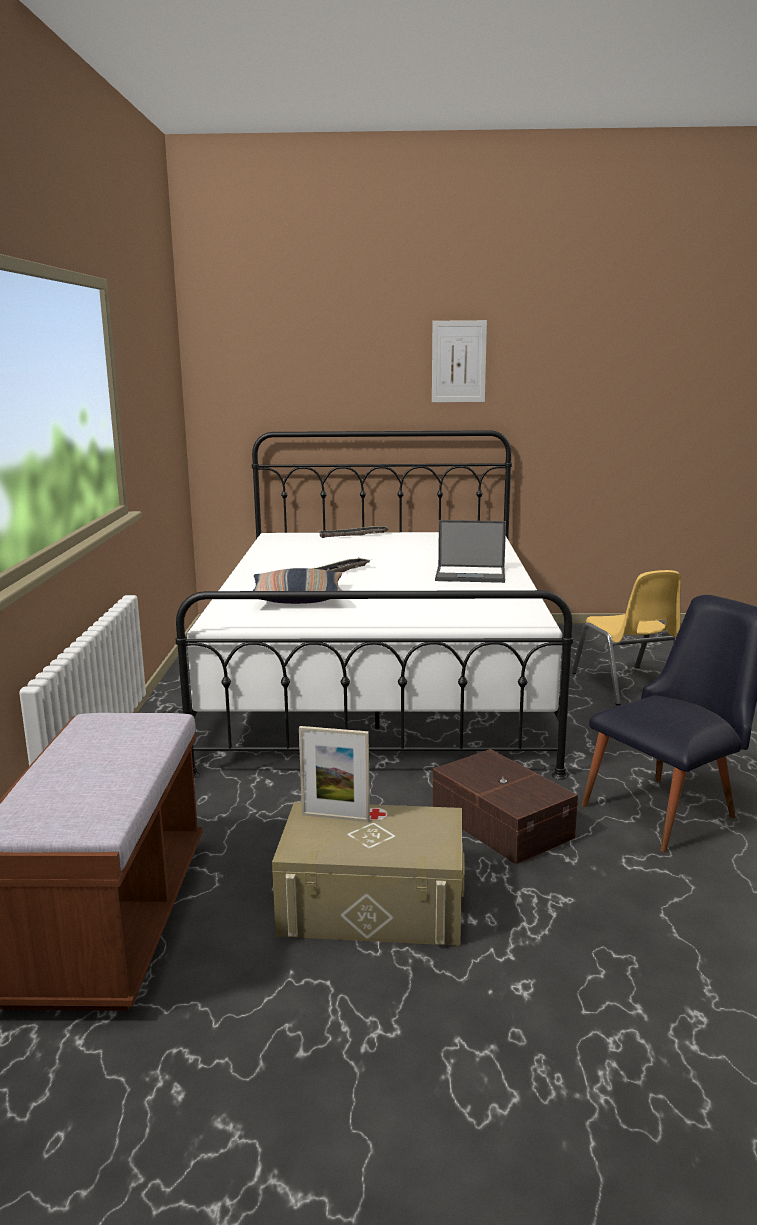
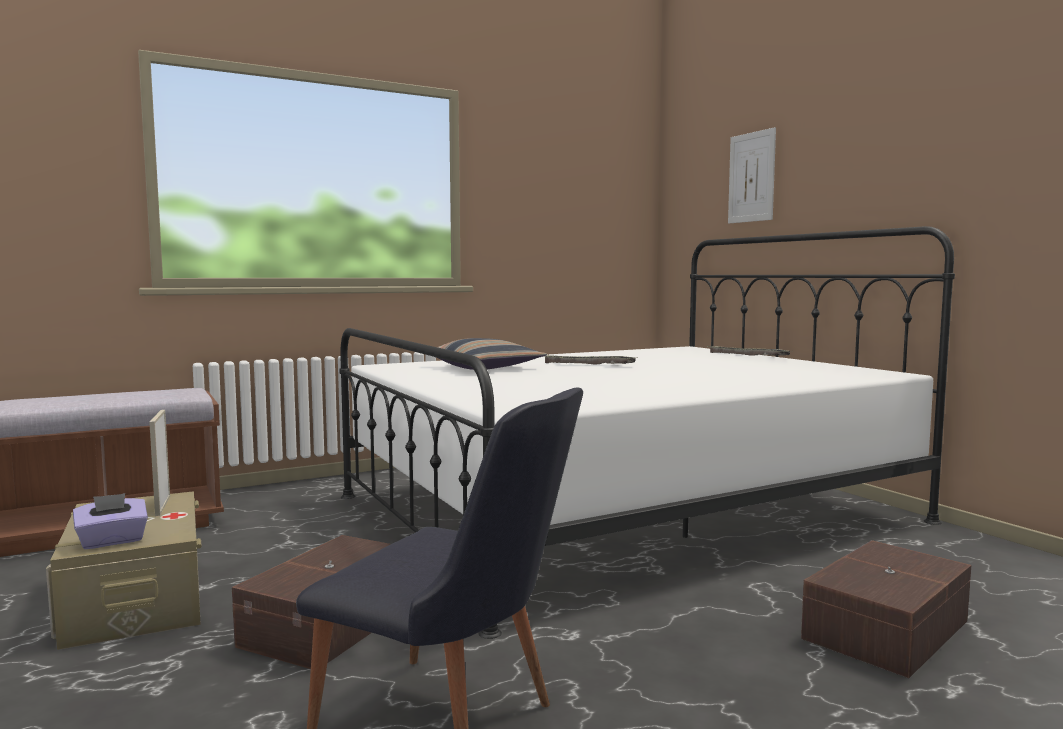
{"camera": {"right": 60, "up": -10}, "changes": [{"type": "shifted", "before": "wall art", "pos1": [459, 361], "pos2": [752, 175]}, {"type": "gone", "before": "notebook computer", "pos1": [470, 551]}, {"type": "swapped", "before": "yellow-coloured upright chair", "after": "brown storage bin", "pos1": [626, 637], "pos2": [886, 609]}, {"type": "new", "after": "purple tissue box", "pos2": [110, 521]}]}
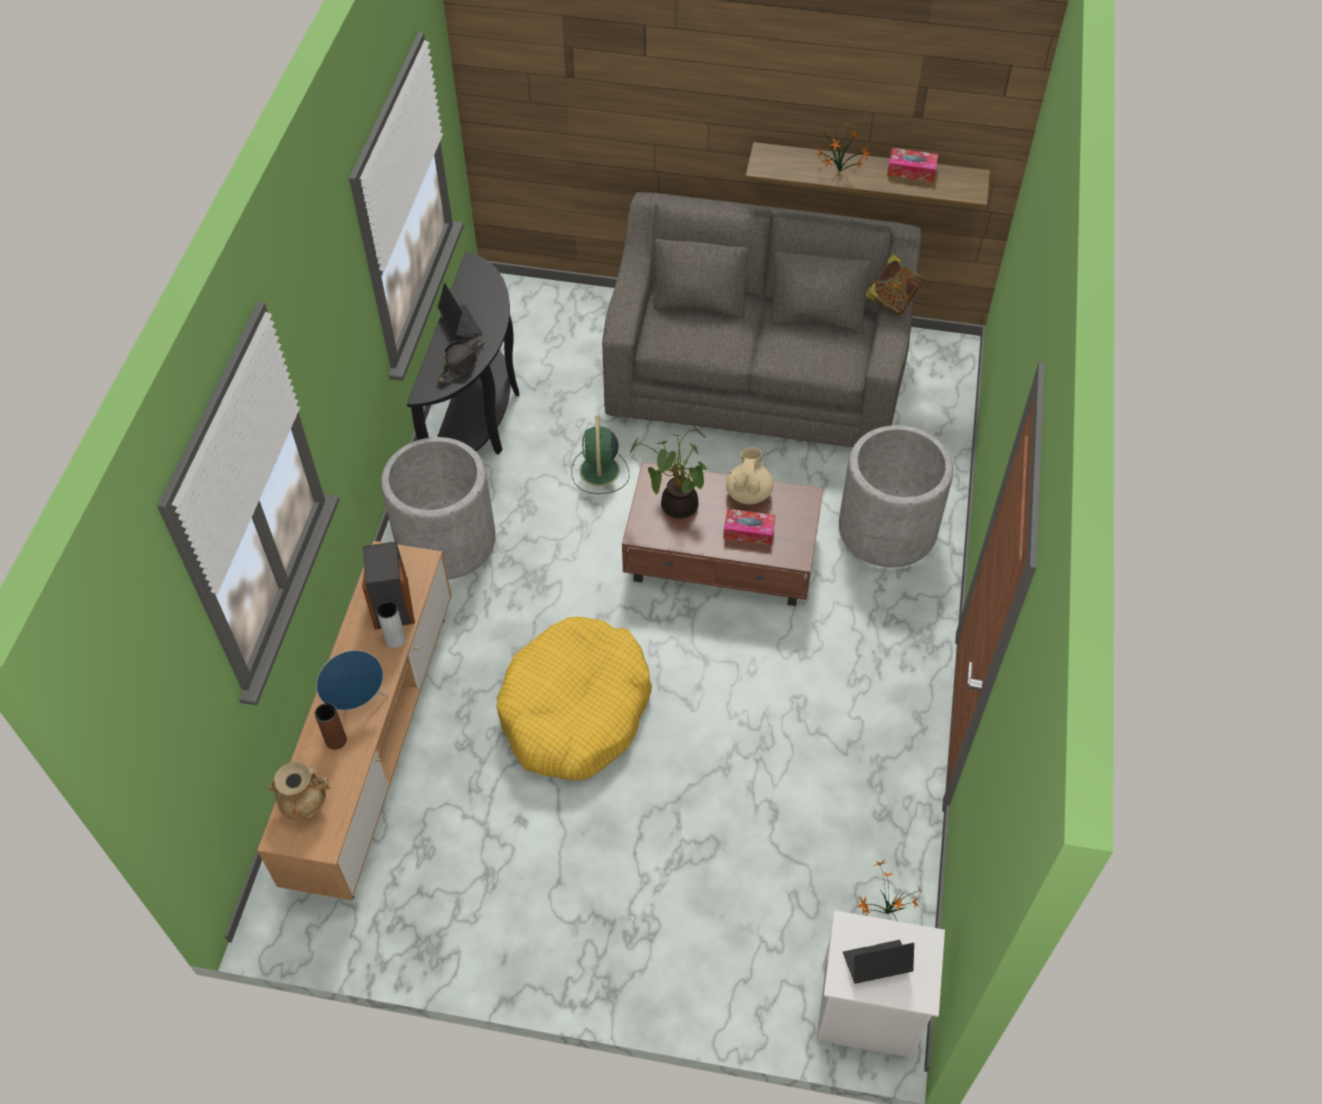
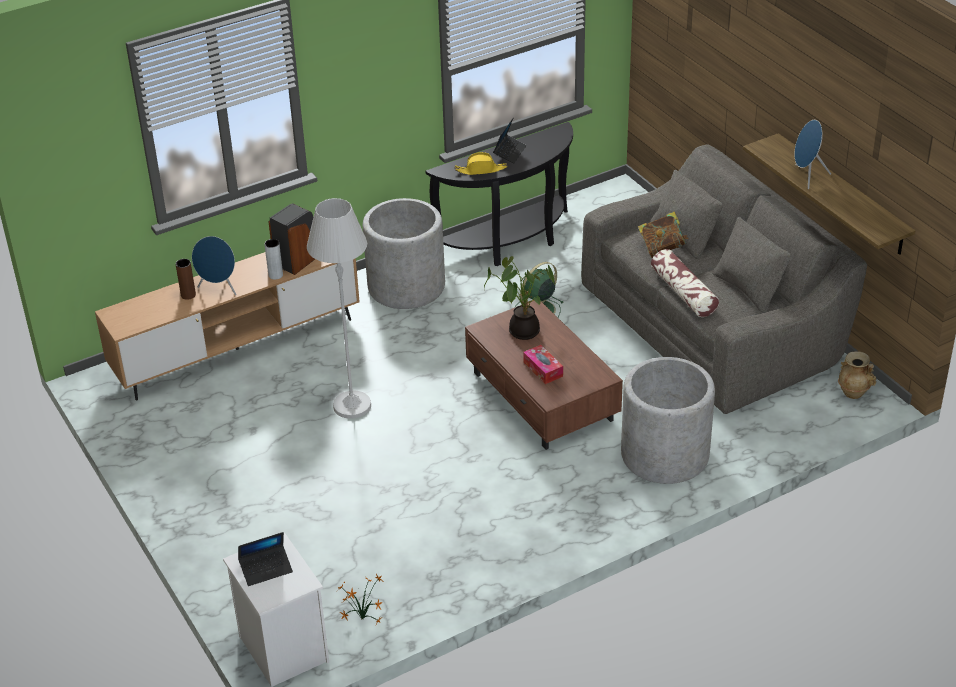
{"camera": {"right": 50, "up": -15}, "changes": [{"type": "swapped", "before": "potted plant", "after": "blue loudspeaker", "pos1": [843, 147], "pos2": [812, 154]}, {"type": "gone", "before": "tissue box", "pos1": [912, 165]}, {"type": "shifted", "before": "bound book", "pos1": [895, 284], "pos2": [663, 234]}, {"type": "repainted", "before": "black-coloured clothing hat", "after": "yellow-coloured clothing hat", "pos1": [460, 360], "pos2": [480, 163]}, {"type": "gone", "before": "sand-coloured teapot", "pos1": [749, 476]}, {"type": "swapped", "before": "yellow-coloured dog bed", "after": "white standard lamp", "pos1": [574, 698], "pos2": [339, 308]}, {"type": "shifted", "before": "sand-coloured decorative vase", "pos1": [299, 791], "pos2": [857, 375]}, {"type": "rotated", "before": "notebook computer", "pos1": [878, 962], "pos2": [265, 559], "turn": 120}, {"type": "new", "after": "throw pillow", "pos2": [685, 283]}]}
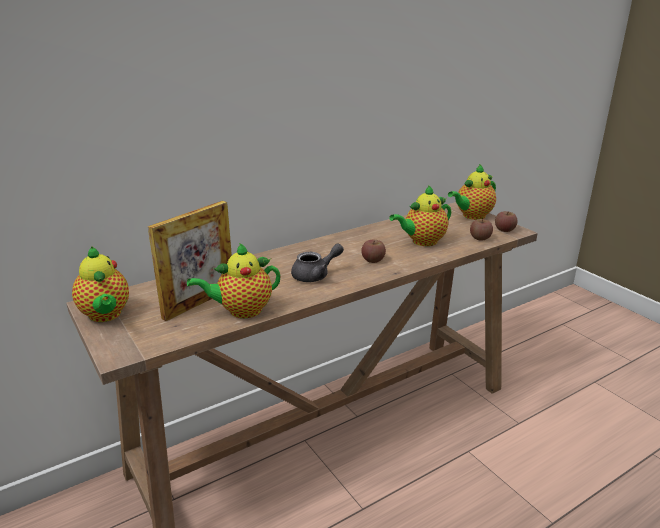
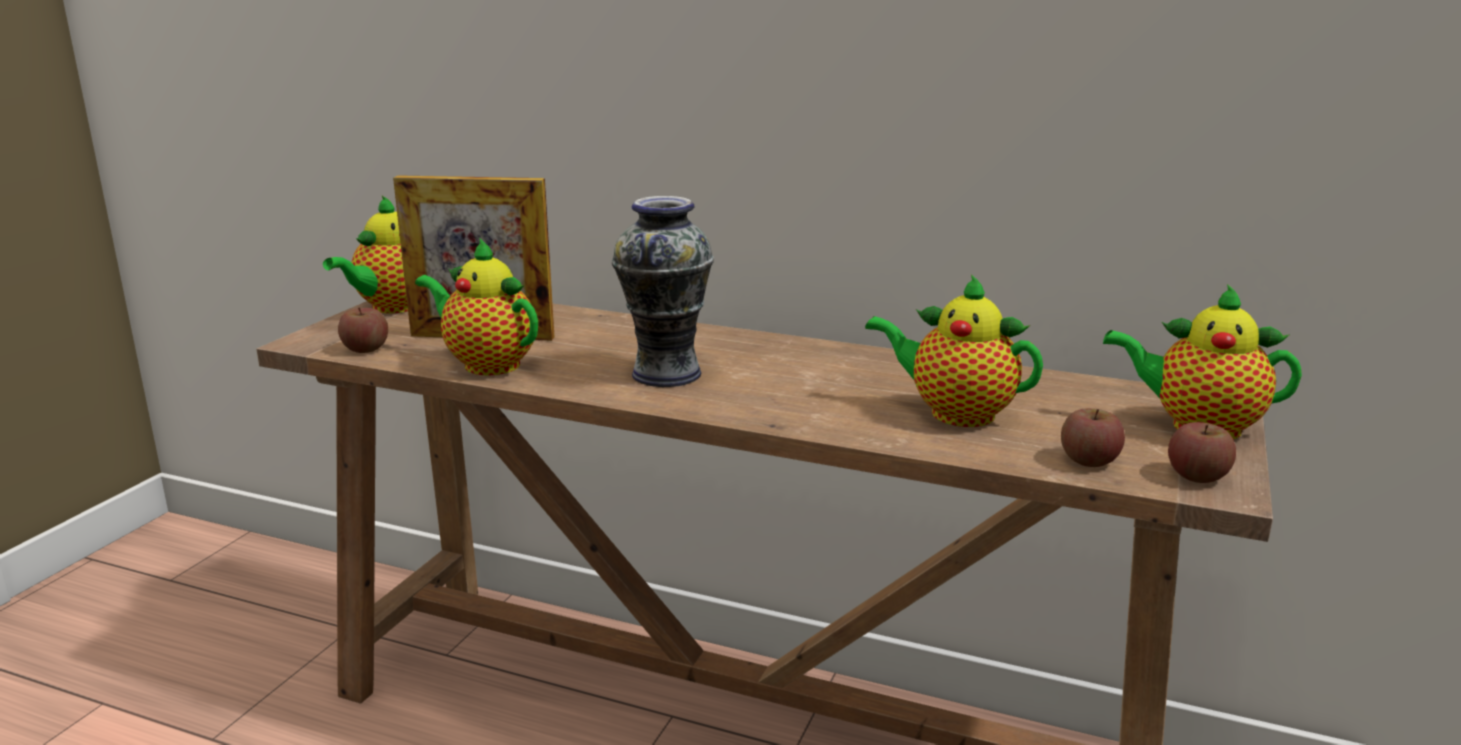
{"camera": {"right": 55, "up": -5}, "changes": [{"type": "shifted", "before": "apple", "pos1": [373, 251], "pos2": [363, 330]}, {"type": "swapped", "before": "grey teapot", "after": "decorative vase", "pos1": [317, 262], "pos2": [663, 291]}]}
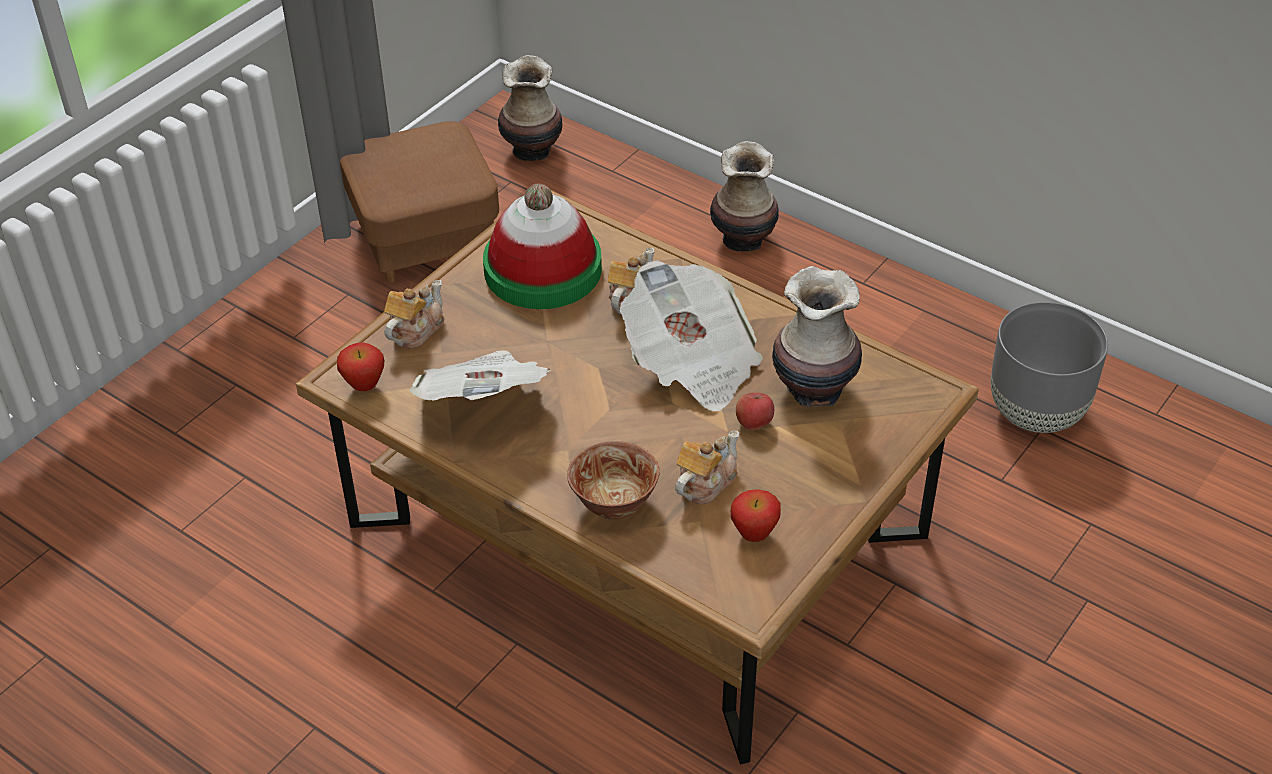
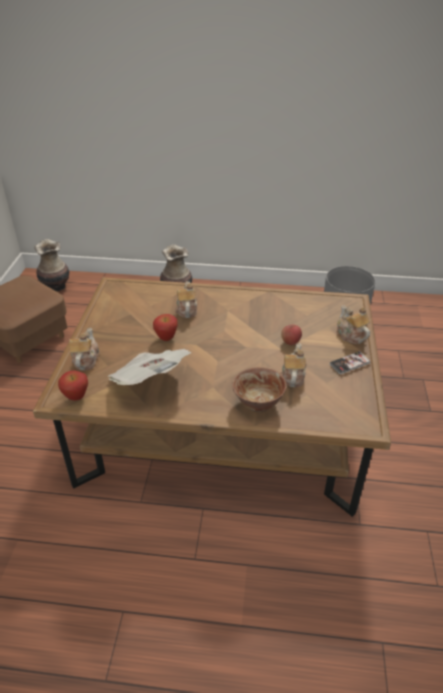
{"camera": {"right": -30, "up": -5}, "changes": [{"type": "gone", "before": "clothing hat", "pos1": [542, 246]}, {"type": "gone", "before": "printed paper", "pos1": [691, 335]}, {"type": "gone", "before": "decorative vase", "pos1": [817, 336]}, {"type": "shifted", "before": "apple", "pos1": [756, 515], "pos2": [165, 327]}, {"type": "new", "after": "teapot", "pos2": [353, 324]}, {"type": "new", "after": "telephone", "pos2": [349, 362]}]}
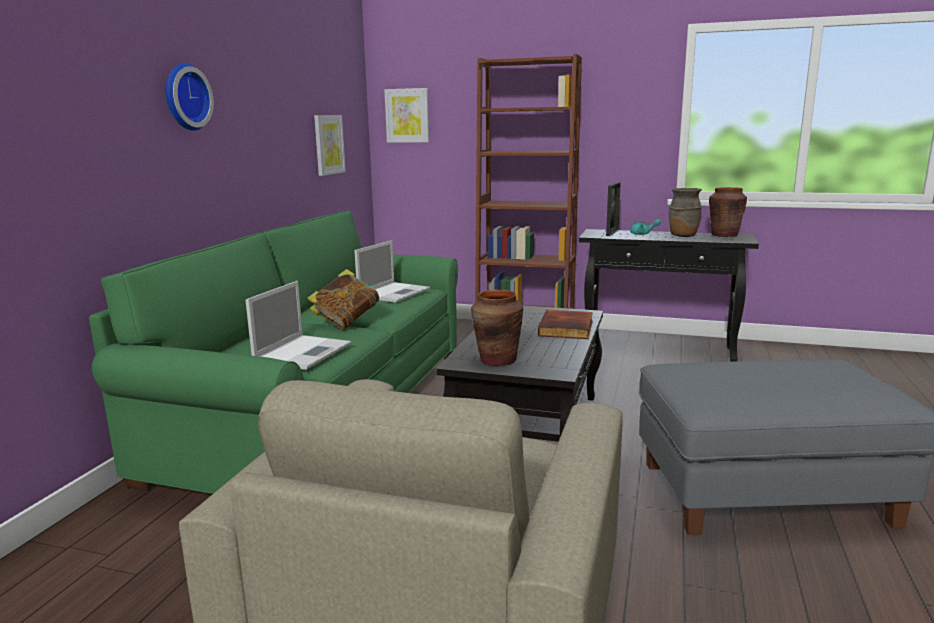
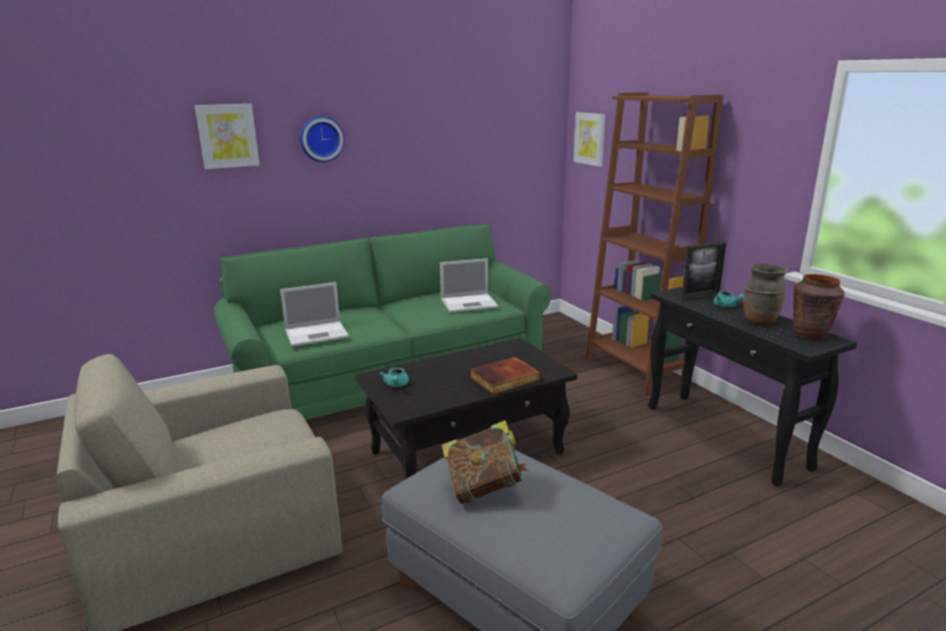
{"camera": {"right": 45, "up": 5}, "changes": [{"type": "shifted", "before": "wall art", "pos1": [330, 145], "pos2": [227, 136]}, {"type": "shifted", "before": "bound book", "pos1": [343, 299], "pos2": [485, 462]}, {"type": "swapped", "before": "brown decorative vase", "after": "turquoise teapot", "pos1": [497, 328], "pos2": [394, 377]}]}
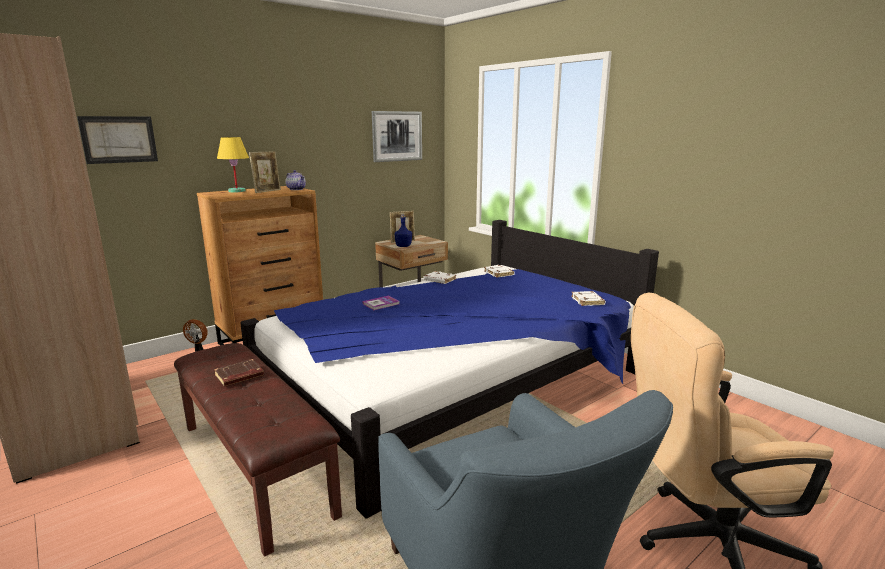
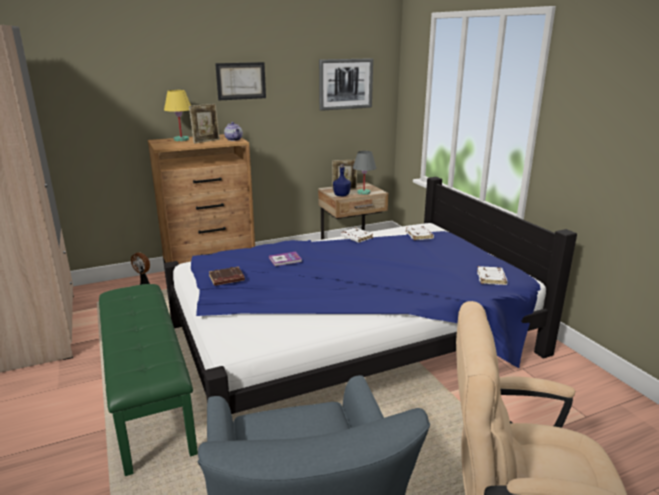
{"camera": {"right": 15, "up": 5}, "changes": [{"type": "shifted", "before": "wall art", "pos1": [117, 140], "pos2": [240, 81]}, {"type": "repainted", "before": "brown indoor bench", "after": "greenish indoor bench", "pos1": [258, 450], "pos2": [148, 380]}, {"type": "shifted", "before": "brown bound book", "pos1": [239, 373], "pos2": [227, 276]}, {"type": "new", "after": "grey table lamp", "pos2": [364, 173]}]}
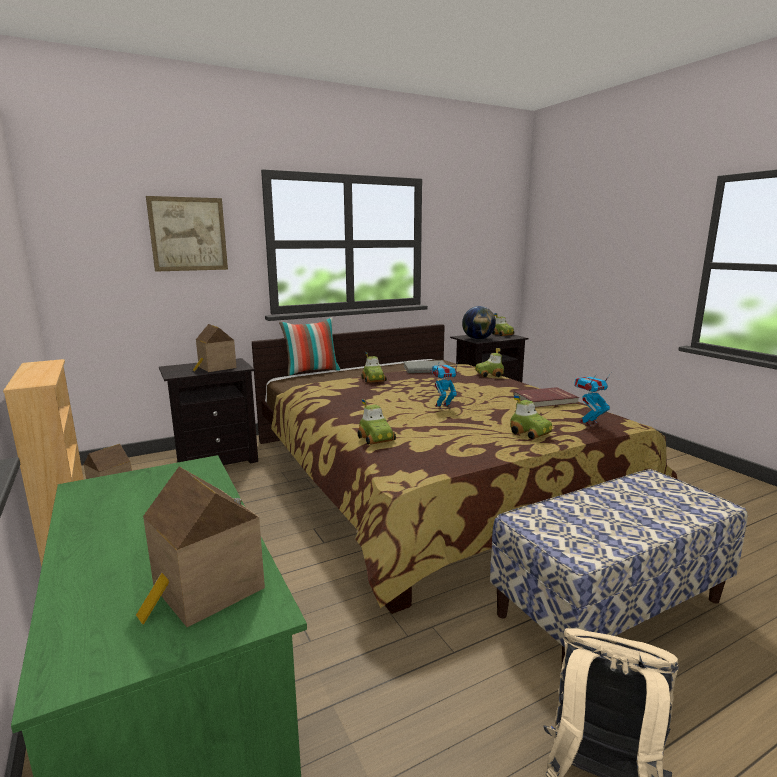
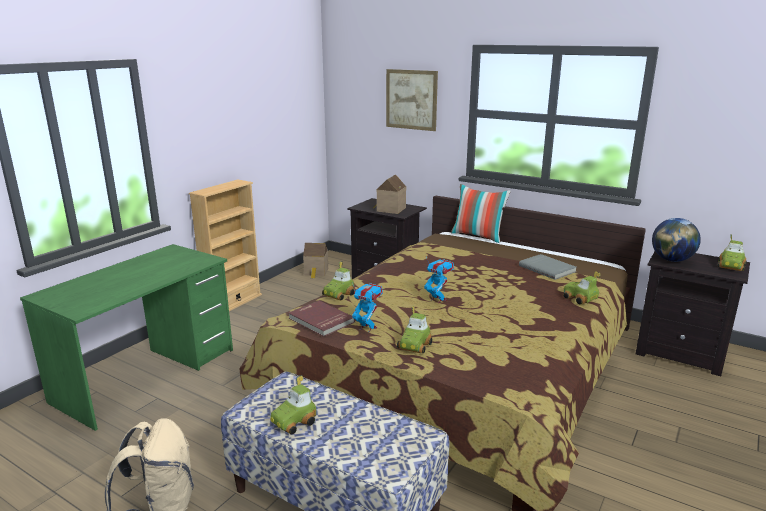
{"camera": {"right": 60, "up": 5}, "changes": [{"type": "shifted", "before": "miniature car", "pos1": [374, 367], "pos2": [293, 405]}, {"type": "shifted", "before": "model robot", "pos1": [593, 399], "pos2": [367, 308]}, {"type": "shifted", "before": "red-coloured bound book", "pos1": [546, 397], "pos2": [322, 319]}, {"type": "gone", "before": "model house", "pos1": [200, 547]}]}
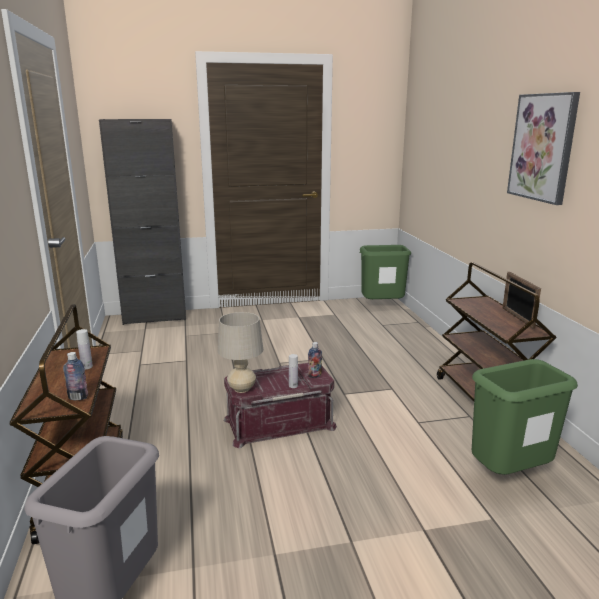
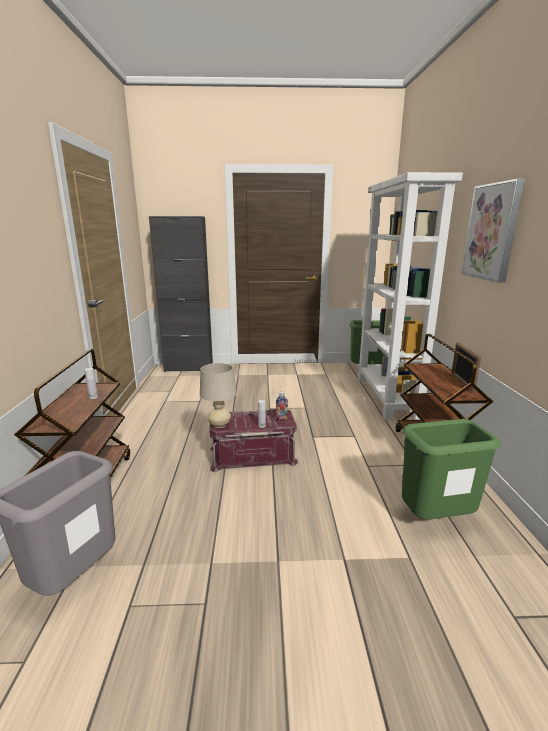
{"camera": {"right": 10, "up": 0}, "changes": [{"type": "gone", "before": "beverage bottle", "pos1": [75, 376]}, {"type": "new", "after": "white shelving unit", "pos2": [410, 296]}]}
